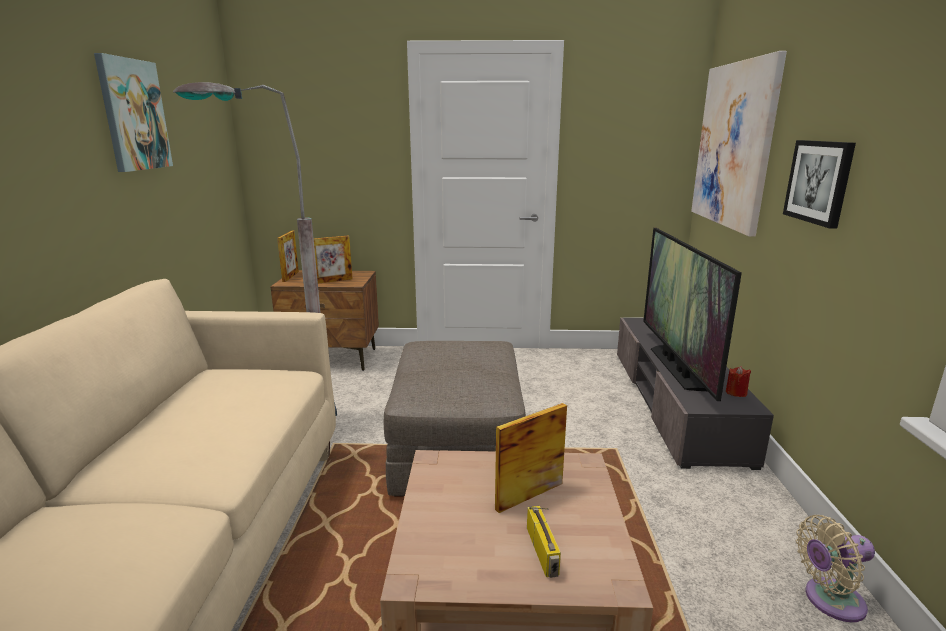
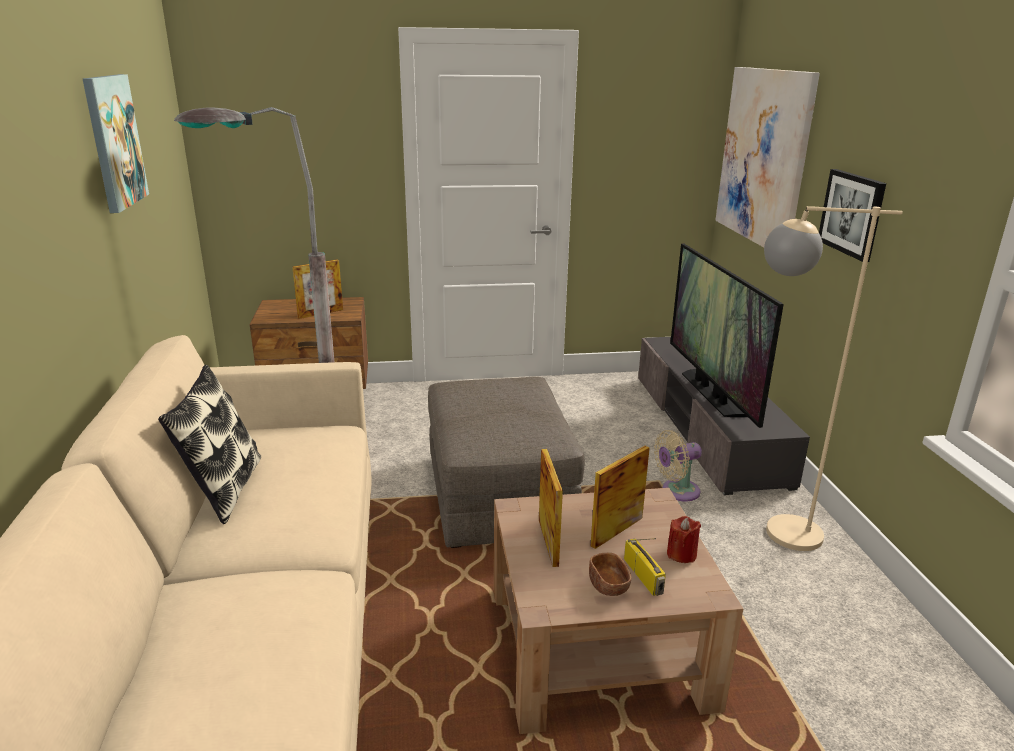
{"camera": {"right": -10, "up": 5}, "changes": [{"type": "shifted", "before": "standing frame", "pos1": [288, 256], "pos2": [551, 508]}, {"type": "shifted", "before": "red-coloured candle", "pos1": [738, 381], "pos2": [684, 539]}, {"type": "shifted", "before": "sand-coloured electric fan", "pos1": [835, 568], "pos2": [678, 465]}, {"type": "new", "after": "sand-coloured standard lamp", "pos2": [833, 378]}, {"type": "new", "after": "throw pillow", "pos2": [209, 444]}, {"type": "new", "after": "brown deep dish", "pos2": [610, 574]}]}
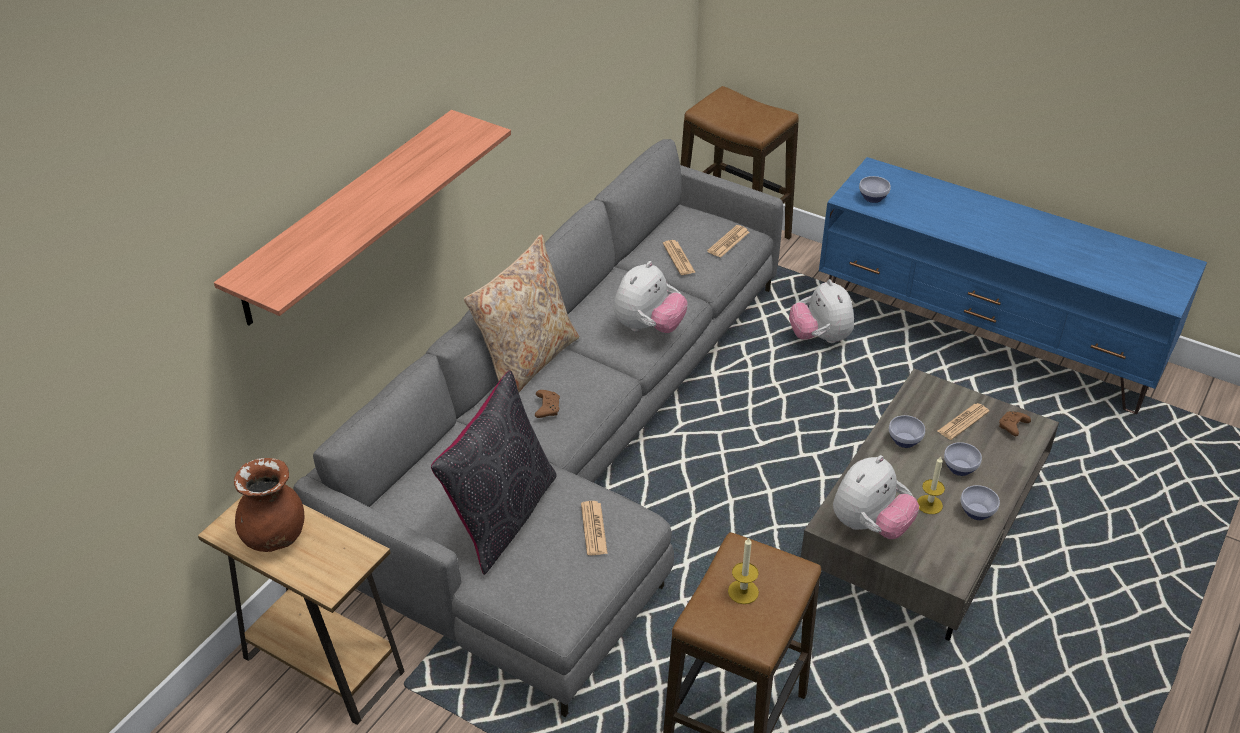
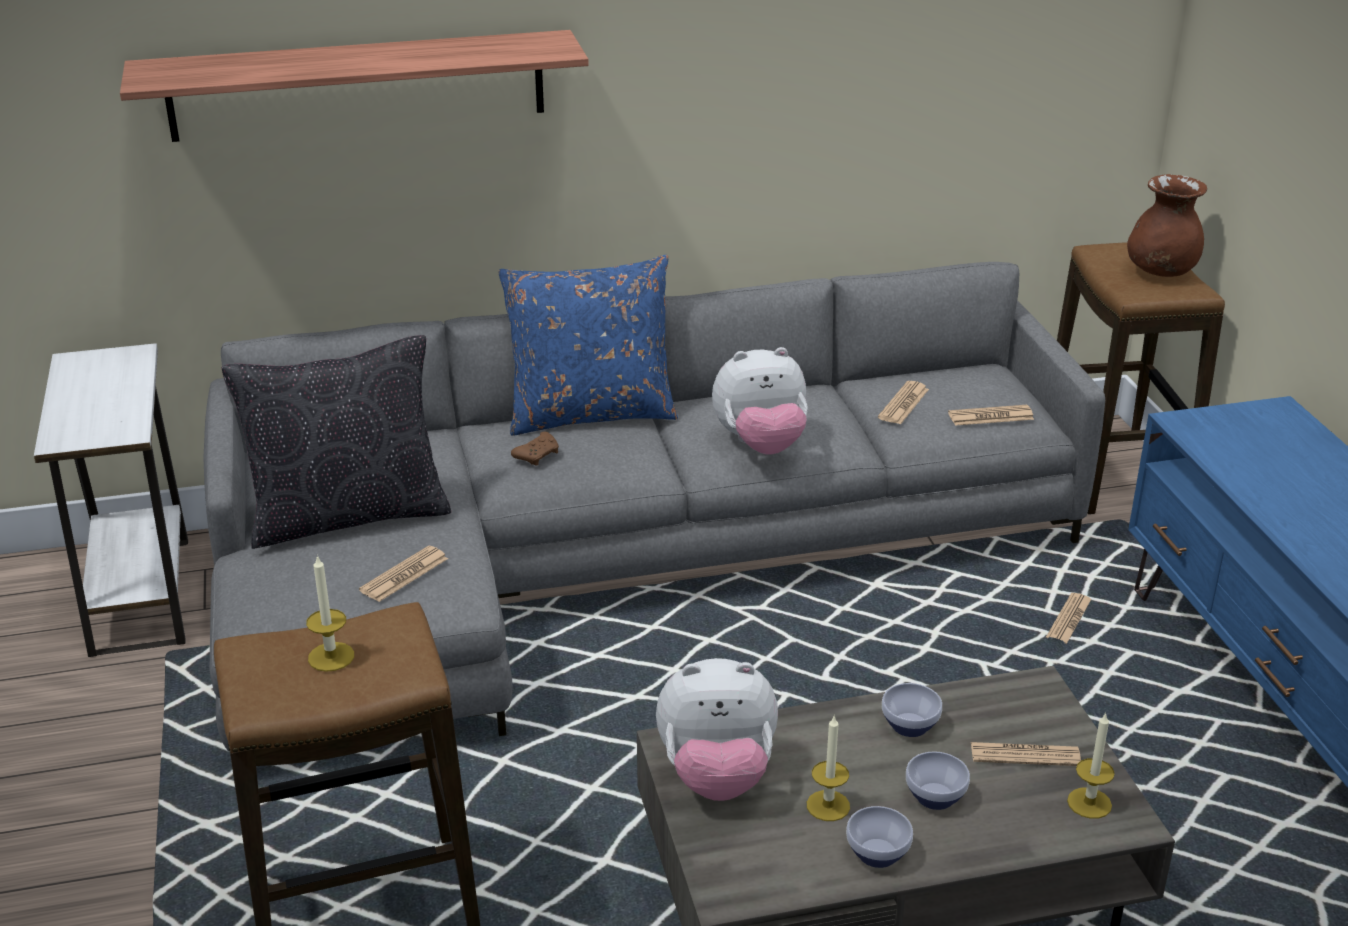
{"camera": {"right": 45, "up": -10}, "changes": [{"type": "gone", "before": "deep dish", "pos1": [875, 189]}, {"type": "repainted", "before": "sand-coloured throw pillow", "after": "blue throw pillow", "pos1": [521, 313], "pos2": [588, 345]}, {"type": "swapped", "before": "plush toy", "after": "printed paper", "pos1": [821, 311], "pos2": [1068, 618]}, {"type": "swapped", "before": "brown game controller", "after": "candle", "pos1": [1015, 423], "pos2": [1091, 766]}, {"type": "shifted", "before": "brown decorative vase", "pos1": [269, 505], "pos2": [1167, 225]}, {"type": "repainted", "before": "brown side table", "after": "white side table", "pos1": [301, 610], "pos2": [111, 500]}]}
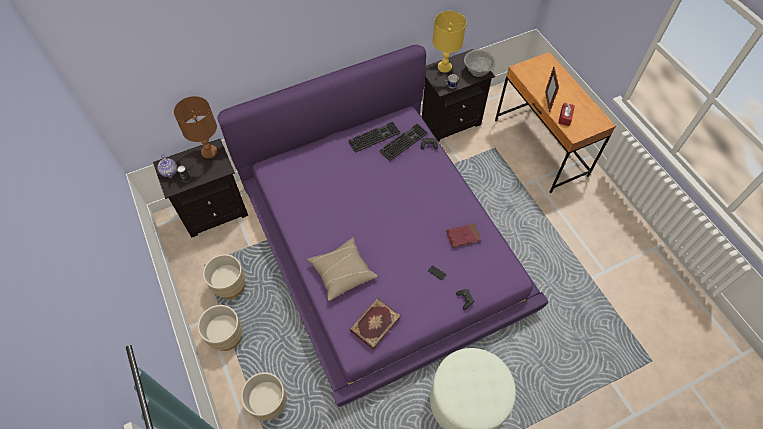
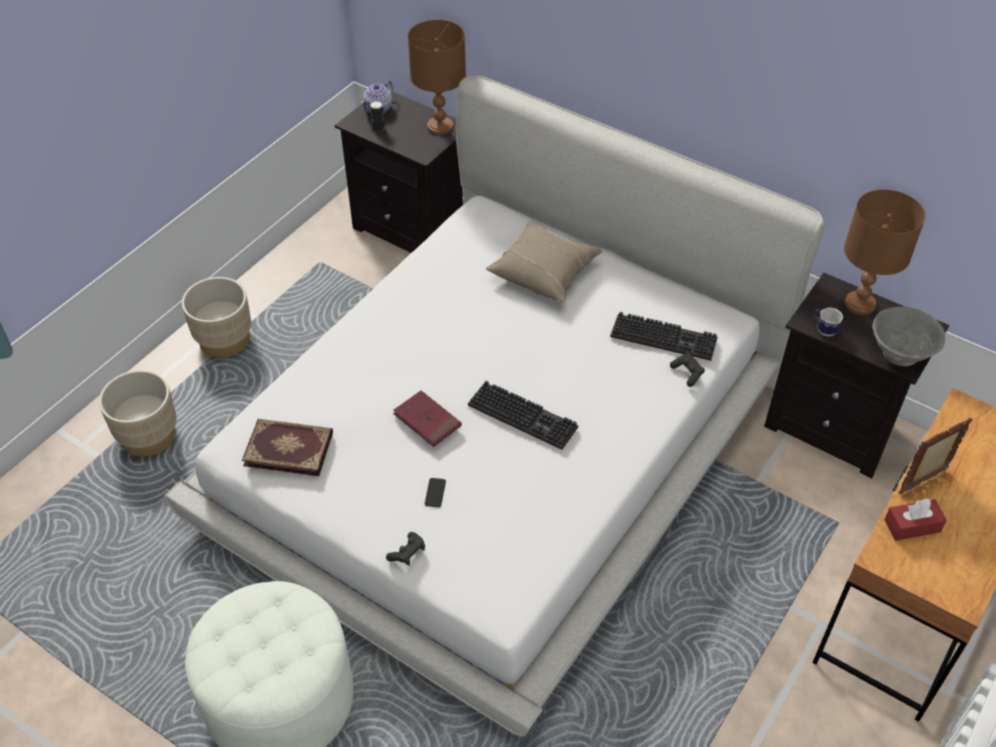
{"camera": {"right": 60, "up": -10}, "changes": [{"type": "repainted", "before": "yellow-coloured table lamp", "after": "brown table lamp", "pos1": [449, 42], "pos2": [884, 252]}, {"type": "repainted", "before": "purple bed", "after": "white bed", "pos1": [382, 226], "pos2": [495, 406]}, {"type": "shifted", "before": "keyboard", "pos1": [374, 137], "pos2": [523, 415]}, {"type": "shifted", "before": "red-coloured bound book", "pos1": [464, 235], "pos2": [427, 419]}, {"type": "shifted", "before": "sand-coloured throw pillow", "pos1": [342, 269], "pos2": [544, 262]}, {"type": "gone", "before": "sand-coloured planter", "pos1": [224, 276]}]}
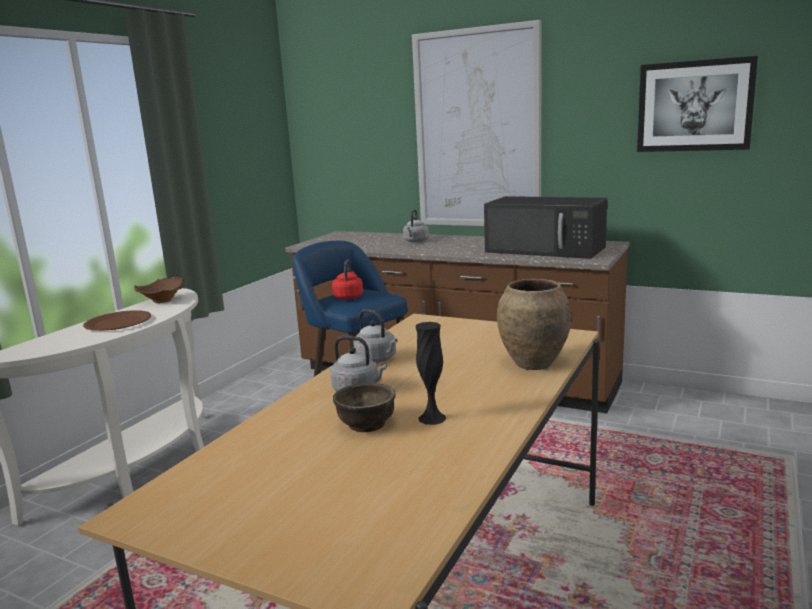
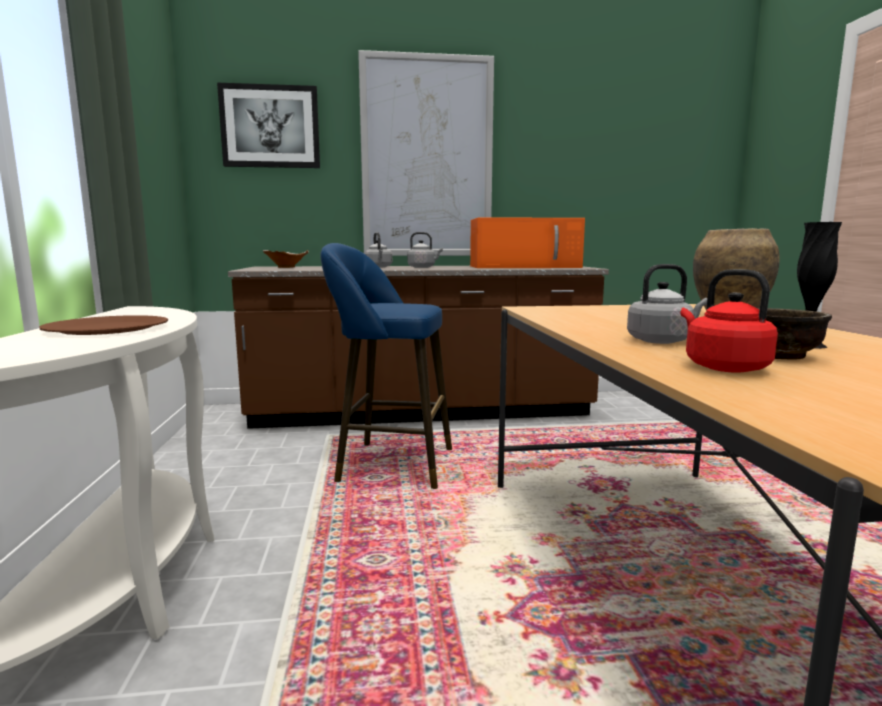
{"camera": {"right": -35, "up": -5}, "changes": [{"type": "shifted", "before": "wall art", "pos1": [697, 104], "pos2": [268, 125]}, {"type": "repainted", "before": "black-coloured kitchen microwave", "after": "orangey kitchen microwave", "pos1": [545, 227], "pos2": [527, 242]}, {"type": "shifted", "before": "red-coloured tea kettle", "pos1": [347, 279], "pos2": [729, 321]}, {"type": "gone", "before": "brown deep dish", "pos1": [159, 290]}, {"type": "shifted", "before": "grey tea kettle", "pos1": [375, 336], "pos2": [425, 250]}, {"type": "new", "after": "white deep dish", "pos2": [286, 259]}]}
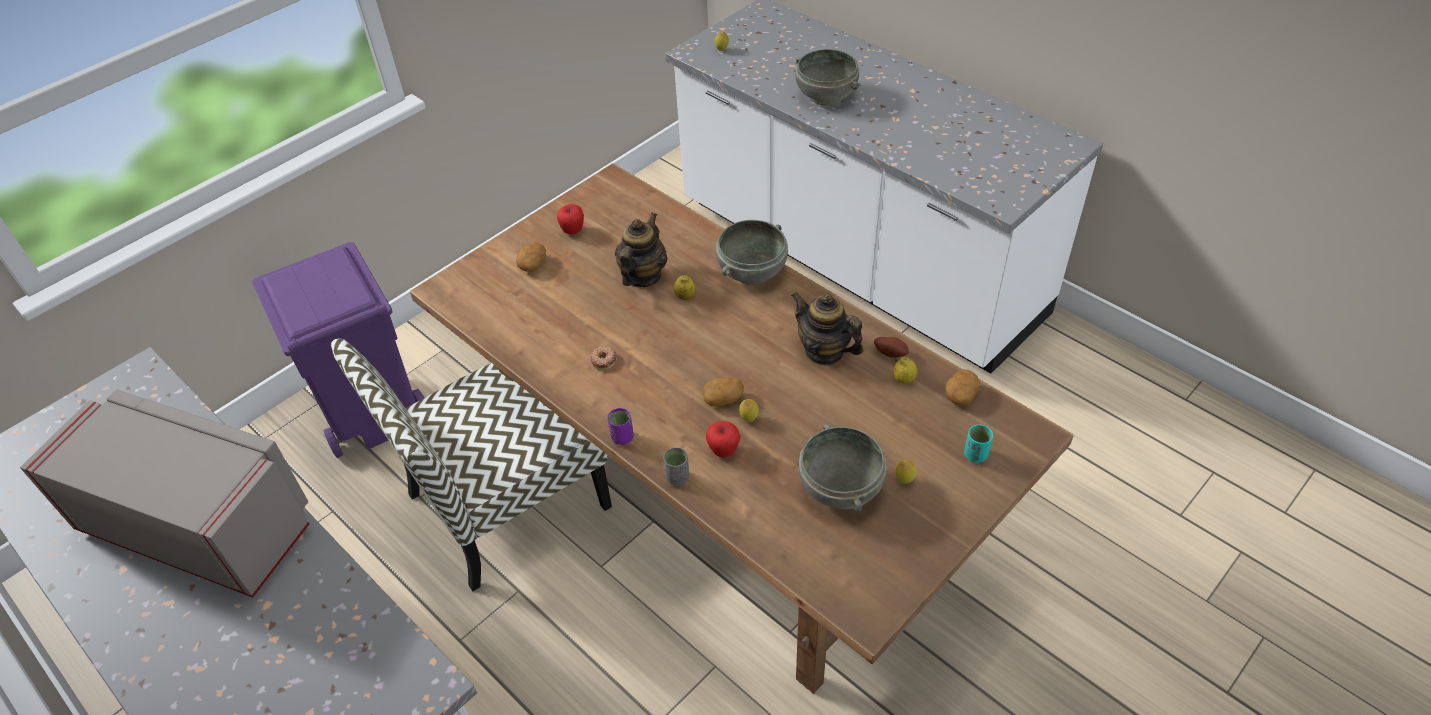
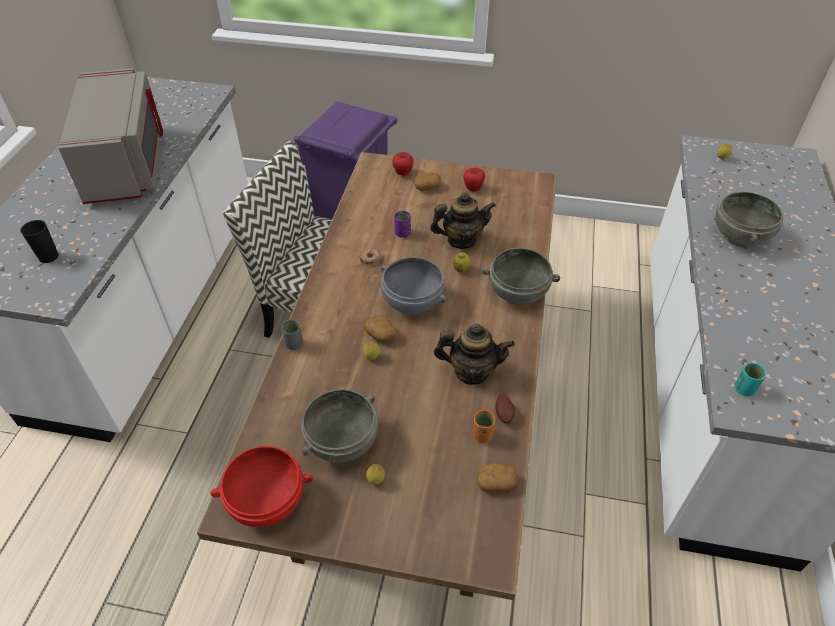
{"camera": {"right": 55, "up": 0}, "changes": [{"type": "rotated", "before": "teapot", "pos1": [827, 329], "pos2": [474, 354], "turn": 90}, {"type": "swapped", "before": "lemon", "after": "orangey cup", "pos1": [905, 370], "pos2": [483, 426]}, {"type": "shifted", "before": "purple cup", "pos1": [620, 426], "pos2": [402, 224]}, {"type": "shifted", "before": "apple", "pos1": [723, 439], "pos2": [403, 164]}, {"type": "shifted", "before": "turquoise cup", "pos1": [978, 444], "pos2": [750, 379]}, {"type": "new", "after": "black-coloured cup", "pos2": [39, 241]}, {"type": "new", "after": "grey deep dish", "pos2": [414, 286]}, {"type": "new", "after": "red-coloured deep dish", "pos2": [261, 486]}]}
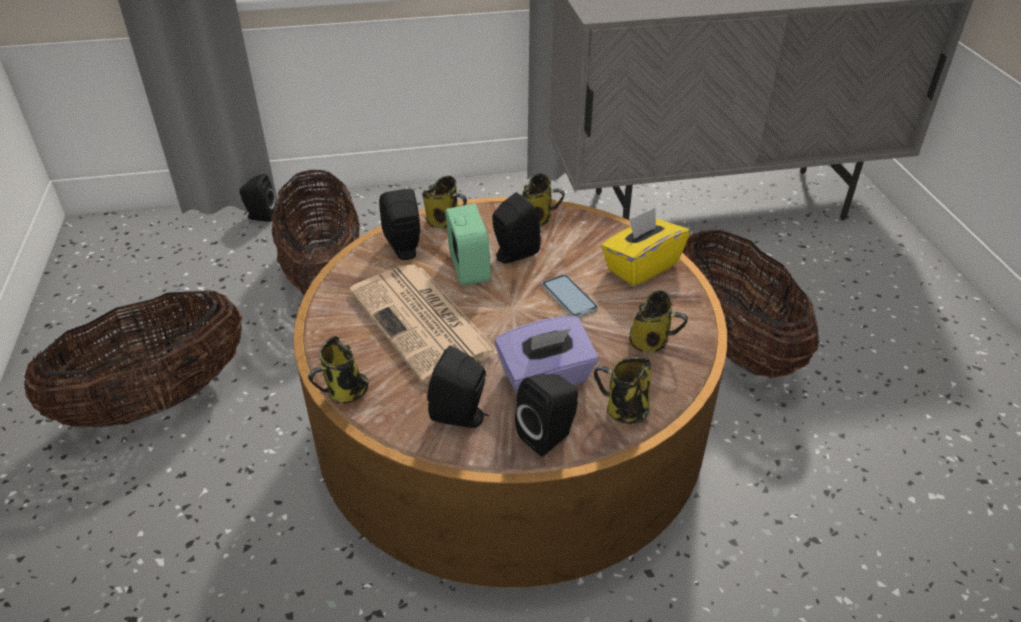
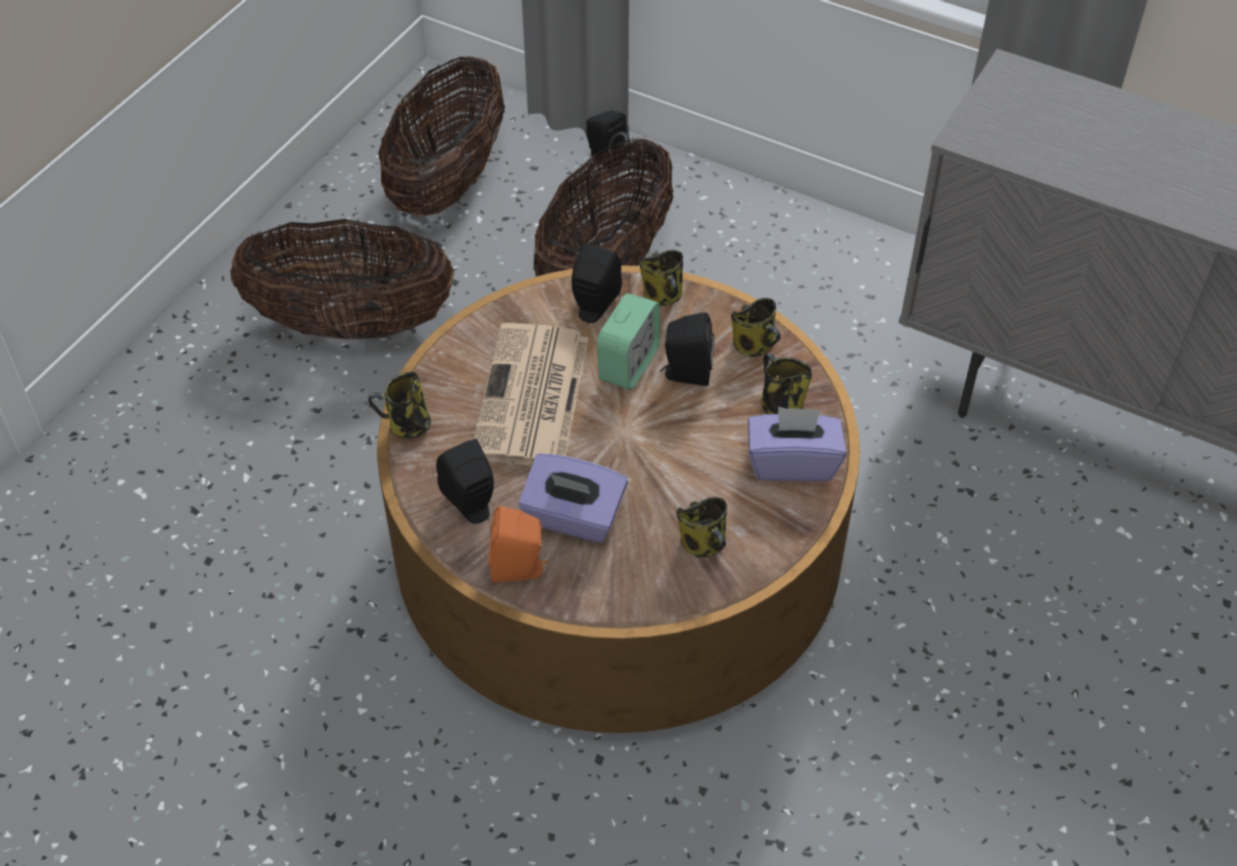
{"camera": {"right": 40, "up": 10}, "changes": [{"type": "repainted", "before": "yellow-coloured tissue box", "after": "purple tissue box", "pos1": [645, 247], "pos2": [797, 444]}, {"type": "shifted", "before": "household basket", "pos1": [750, 303], "pos2": [441, 136]}, {"type": "gone", "before": "telephone", "pos1": [570, 295]}, {"type": "shifted", "before": "mug", "pos1": [622, 390], "pos2": [786, 383]}, {"type": "repainted", "before": "black-coloured loudspeaker", "after": "orangey loudspeaker", "pos1": [546, 415], "pos2": [518, 544]}]}
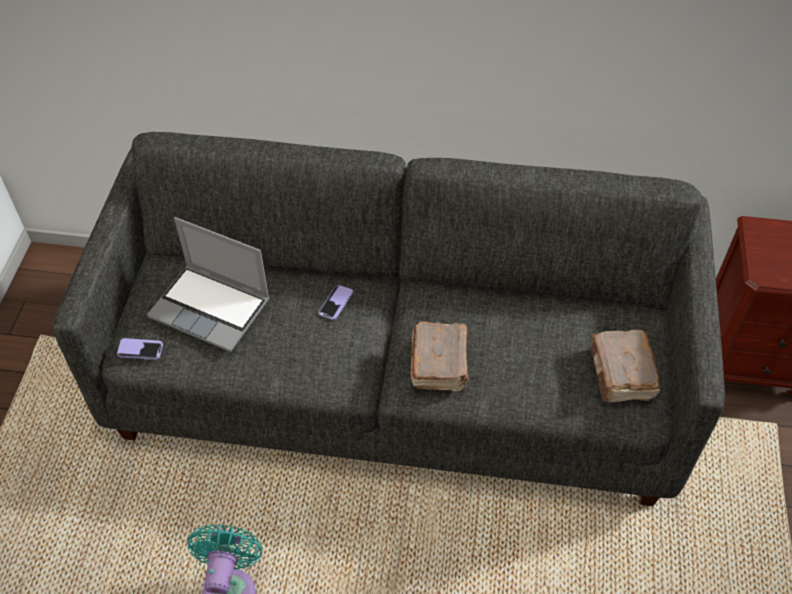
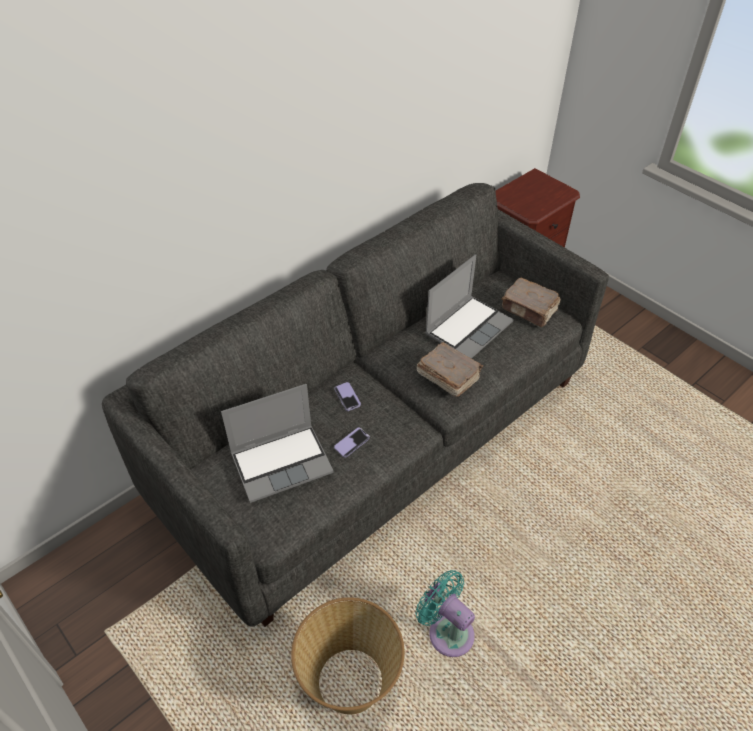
{"camera": {"right": -50, "up": -5}, "changes": [{"type": "shifted", "before": "telephone", "pos1": [140, 349], "pos2": [352, 443]}, {"type": "new", "after": "notebook computer", "pos2": [469, 306]}, {"type": "new", "after": "household basket", "pos2": [347, 655]}]}
